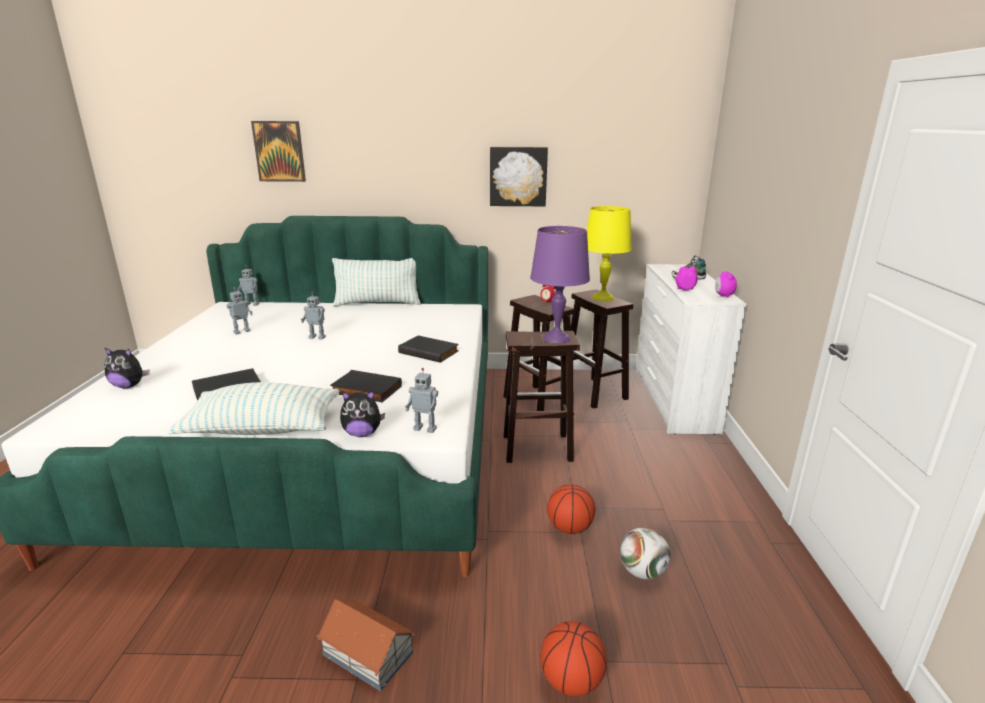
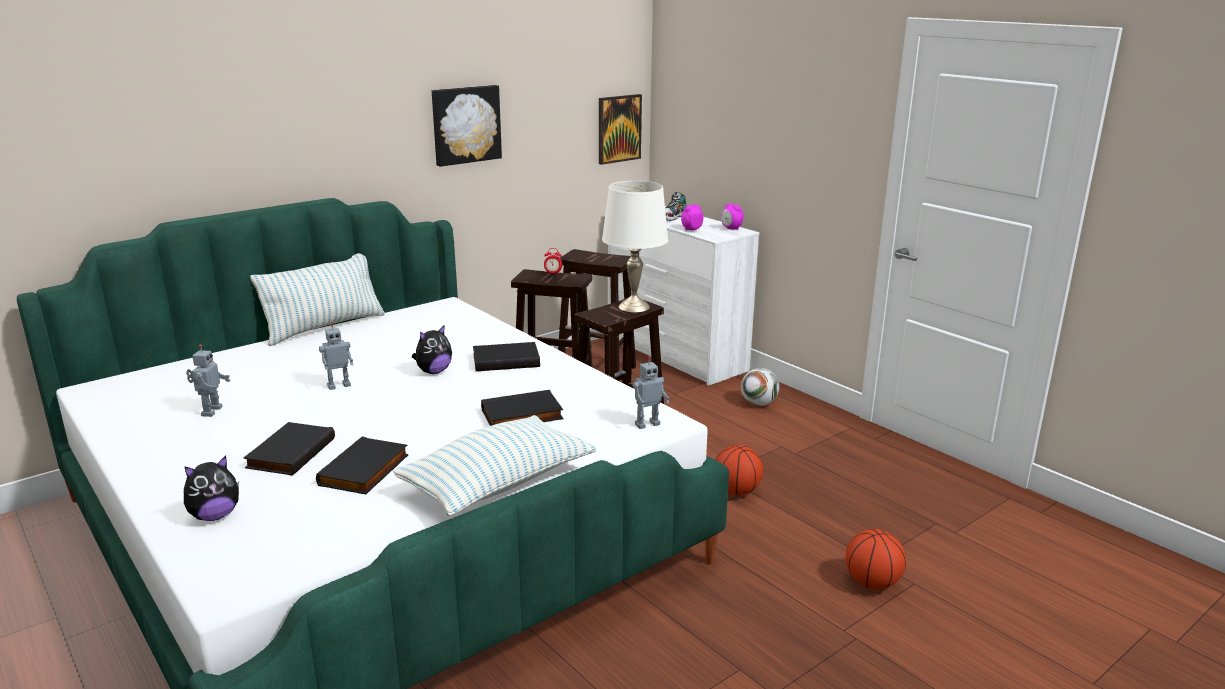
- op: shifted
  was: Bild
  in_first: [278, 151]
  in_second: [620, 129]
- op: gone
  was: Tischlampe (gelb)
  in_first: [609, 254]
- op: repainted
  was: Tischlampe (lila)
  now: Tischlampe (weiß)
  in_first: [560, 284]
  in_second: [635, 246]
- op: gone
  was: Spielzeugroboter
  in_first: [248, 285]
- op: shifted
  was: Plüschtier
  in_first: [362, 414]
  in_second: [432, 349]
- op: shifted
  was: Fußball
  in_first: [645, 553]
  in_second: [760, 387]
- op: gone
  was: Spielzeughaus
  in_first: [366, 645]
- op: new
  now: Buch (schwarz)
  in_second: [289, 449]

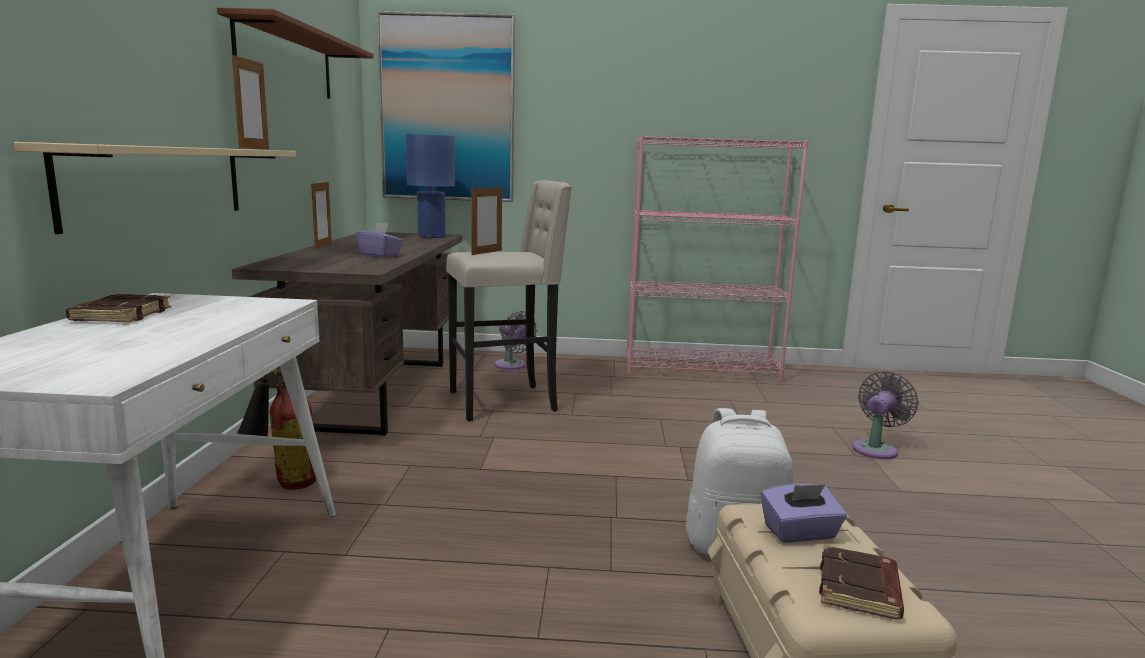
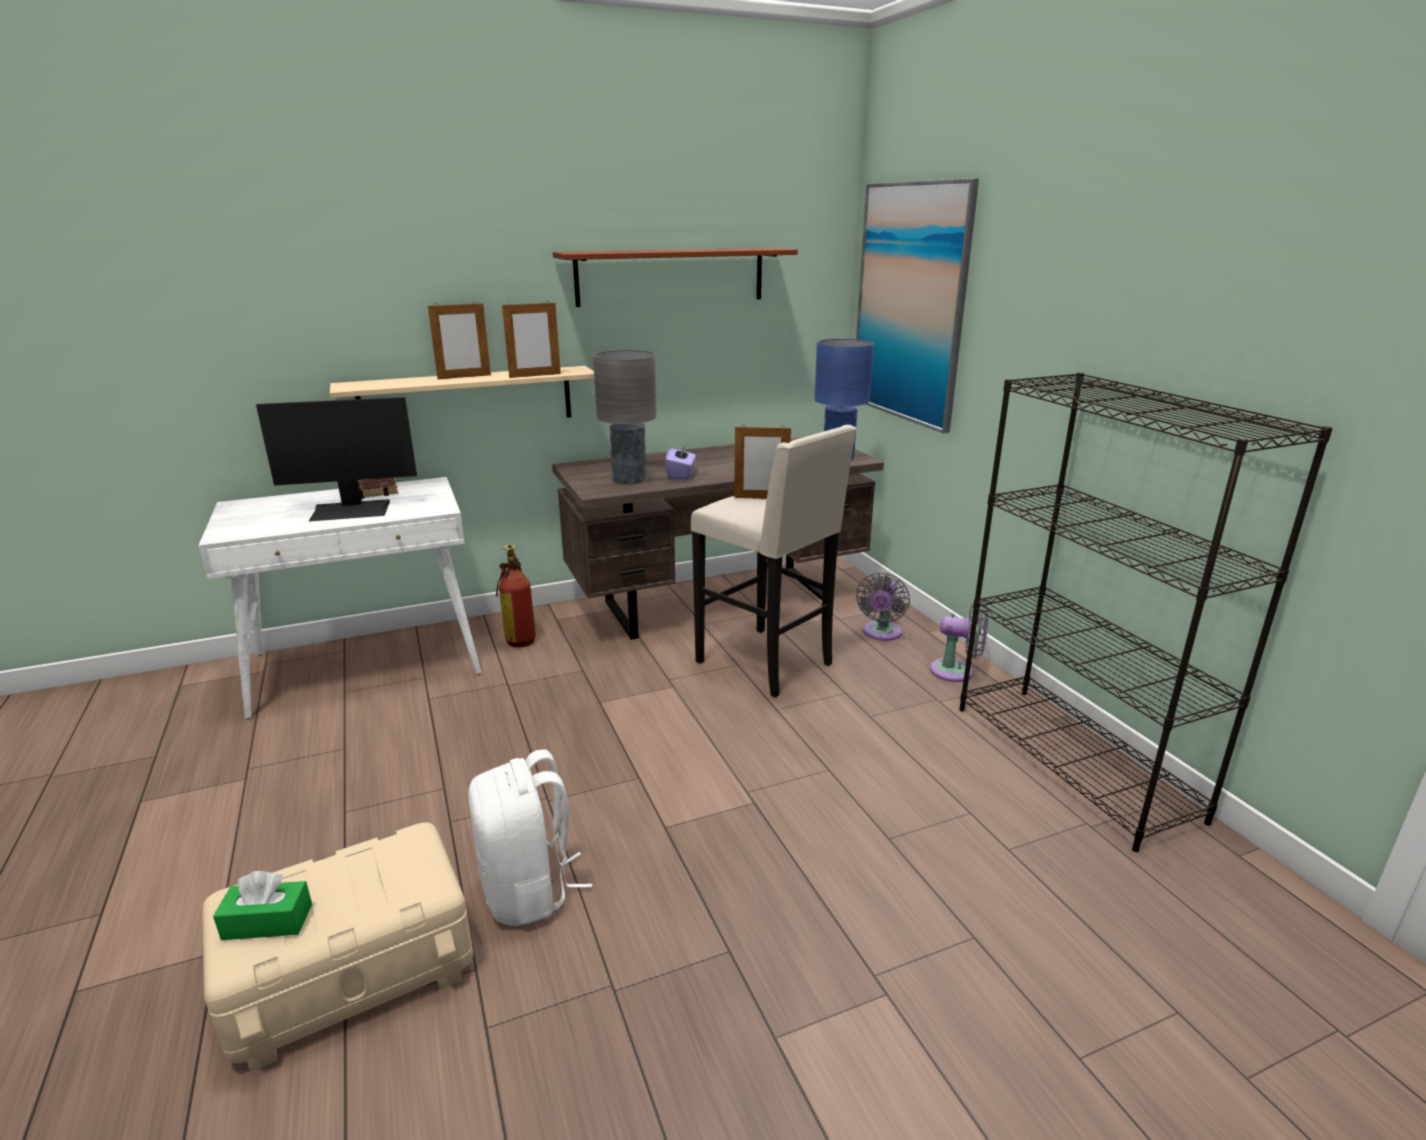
- op: repainted
  was: Bücherregal (rosa)
  now: Bücherregal (schwarz)
  in_first: [717, 258]
  in_second: [1146, 612]
- op: shifted
  was: Bilderrahmen
  in_first: [321, 214]
  in_second: [459, 340]
- op: shifted
  was: Ventilator (grau)
  in_first: [885, 415]
  in_second: [959, 642]
- op: gone
  was: Taschentuchbox (lila)
  in_first: [804, 513]
- op: swapped
  was: Buch (braun)
  now: Taschentuchbox (grün)
  in_first: [861, 582]
  in_second: [262, 905]
- op: new
  now: Tischlampe (grau)
  in_second: [624, 417]
- op: new
  now: Monitor
  in_second: [336, 459]

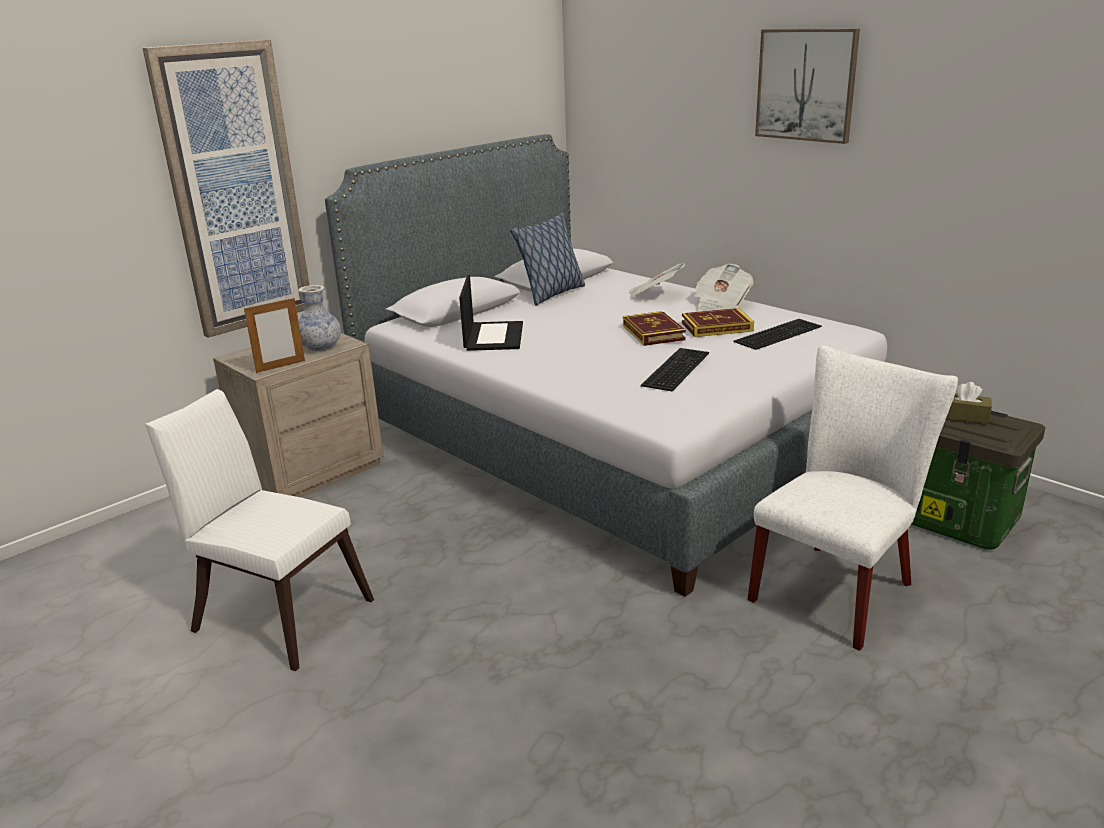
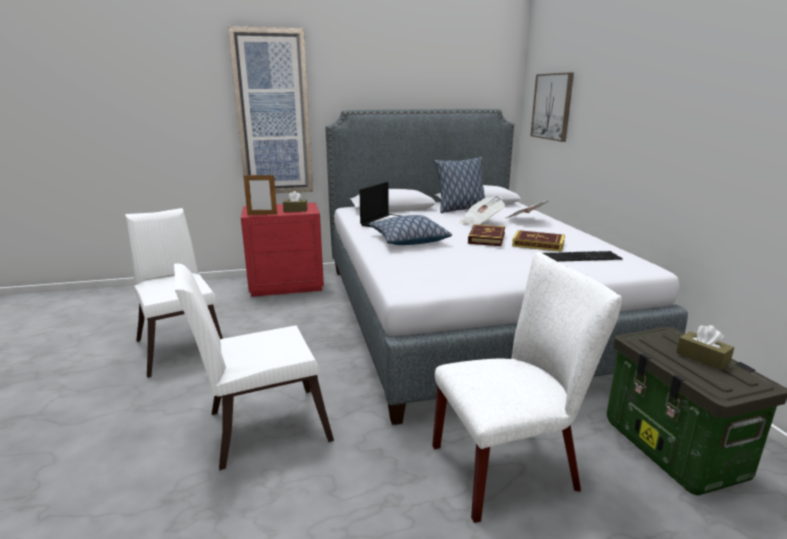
- op: shifted
  was: Bild
  in_first: [807, 86]
  in_second: [552, 107]
- op: shifted
  was: Zeitung
  in_first: [724, 288]
  in_second: [482, 210]
- op: swapped
  was: Vase
  now: Taschentuchbox (braun)
  in_first: [319, 318]
  in_second: [295, 201]
- op: repainted
  was: Nachttisch (beige)
  now: Nachttisch (rot)
  in_first: [298, 415]
  in_second: [282, 250]
- op: gone
  was: Tastatur
  in_first: [675, 369]
- op: new
  now: Kissen
  in_second: [410, 230]
- op: new
  now: Stuhl (weiß)
  in_second: [254, 367]

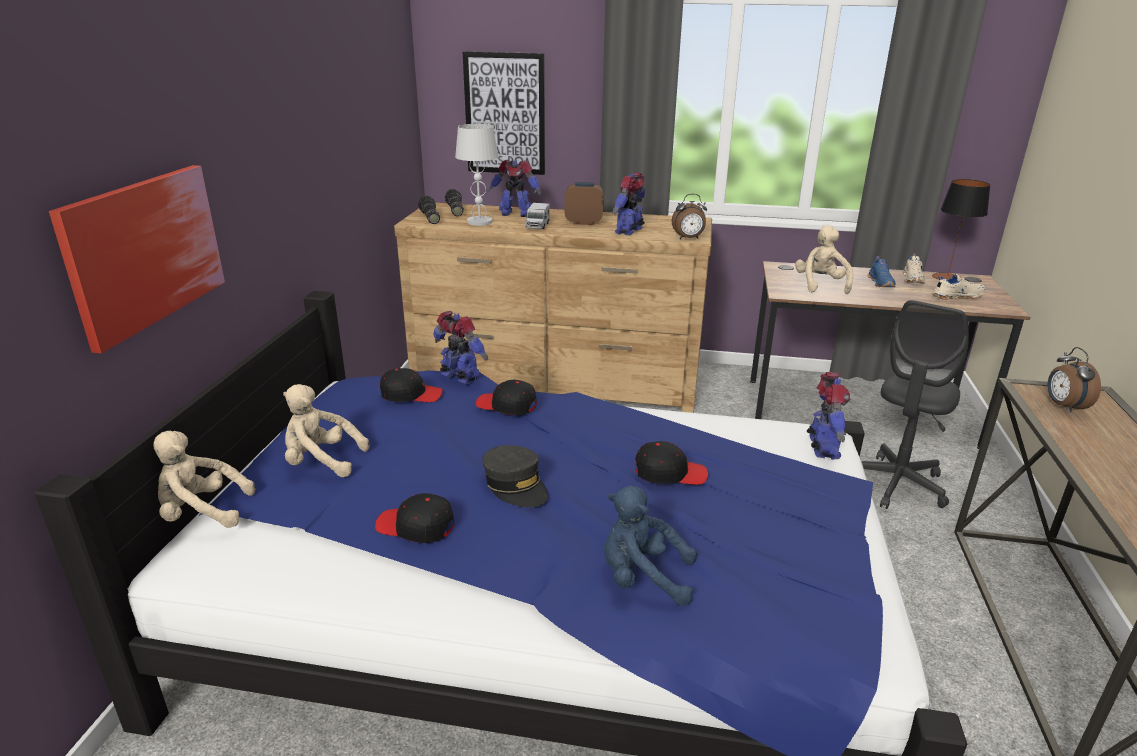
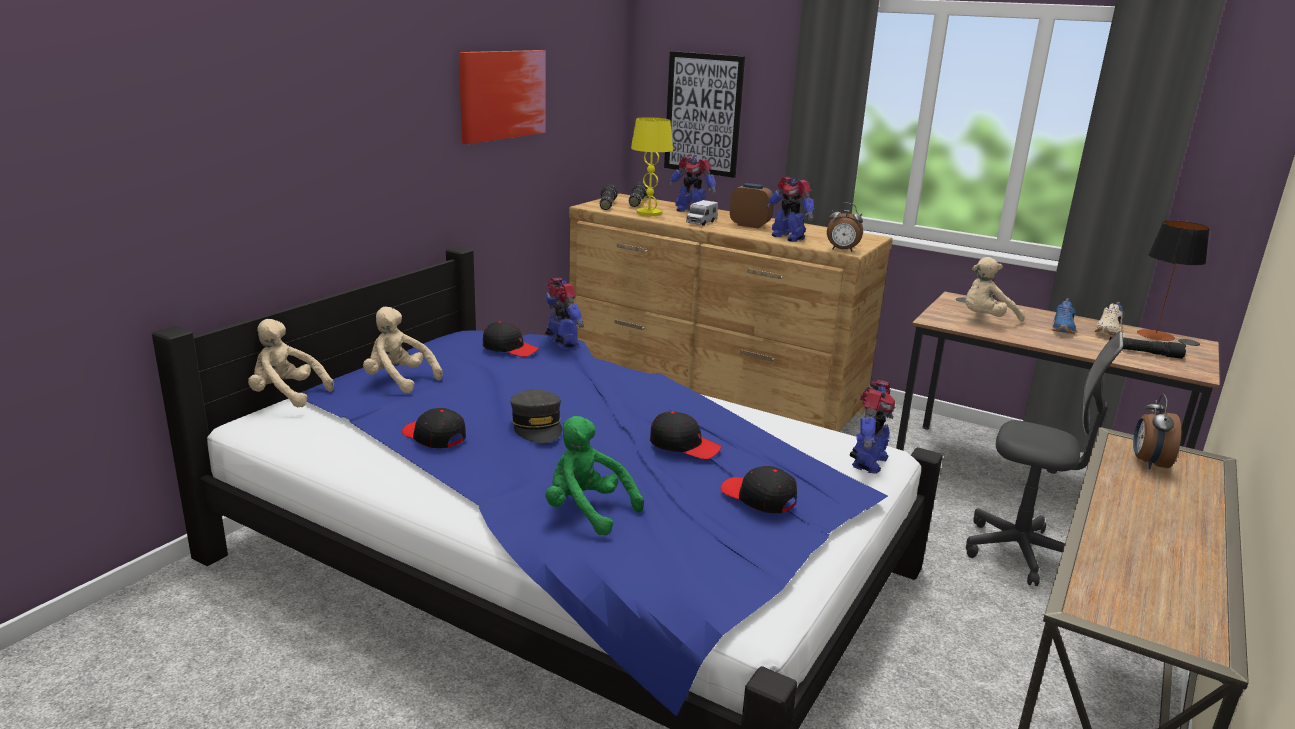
- op: repainted
  was: Tischlampe (weiß)
  now: Tischlampe (gelb)
  in_first: [476, 175]
  in_second: [652, 166]
- op: shifted
  was: Bild
  in_first: [137, 259]
  in_second: [502, 97]
- op: rotated
  was: Spielzeugroboter
  in_first: [628, 204]
  in_second: [789, 209]
  clockwise: -90
- op: rotated
  was: Plüschtier (beige)
  in_first: [824, 259]
  in_second: [995, 289]
  clockwise: -135
- op: swapped
  was: Schuh (beige)
  now: Taschenlampe (schwarz)
  in_first: [958, 287]
  in_second: [1147, 348]
- op: rotated
  was: Bürostuhl (grau)
  in_first: [915, 404]
  in_second: [1044, 459]
  clockwise: -120
- op: shifted
  was: Kappe (schwarz)
  in_first: [506, 397]
  in_second: [759, 489]
- op: repainted
  was: Plüschtier (blau)
  now: Plüschtier (grün)
  in_first: [650, 546]
  in_second: [595, 476]

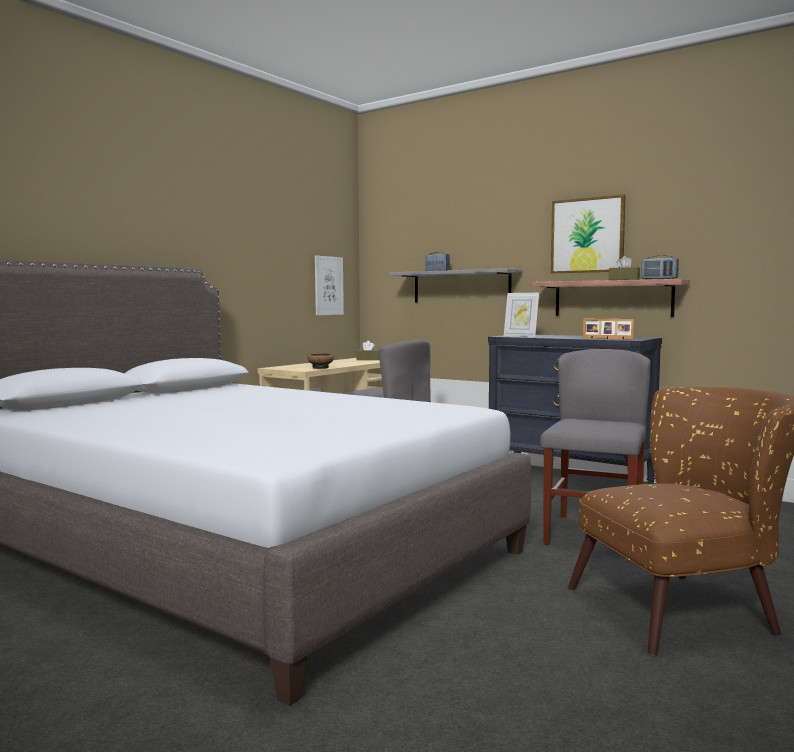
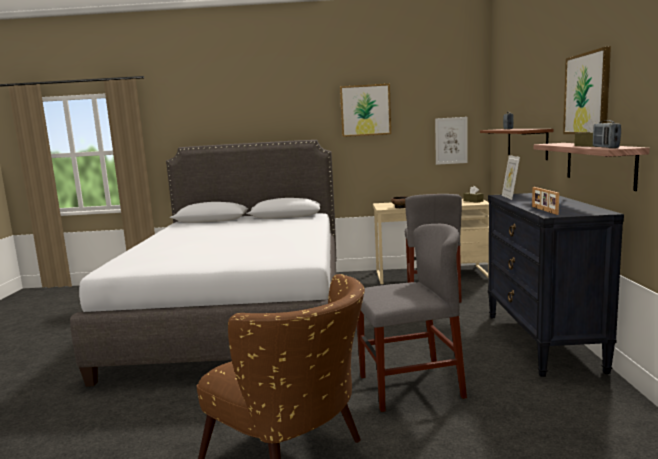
- op: repainted
  was: Wandregal (grau)
  now: Wandregal (braun)
  in_first: [455, 285]
  in_second: [517, 144]
- op: new
  now: Bild
  in_second: [365, 110]

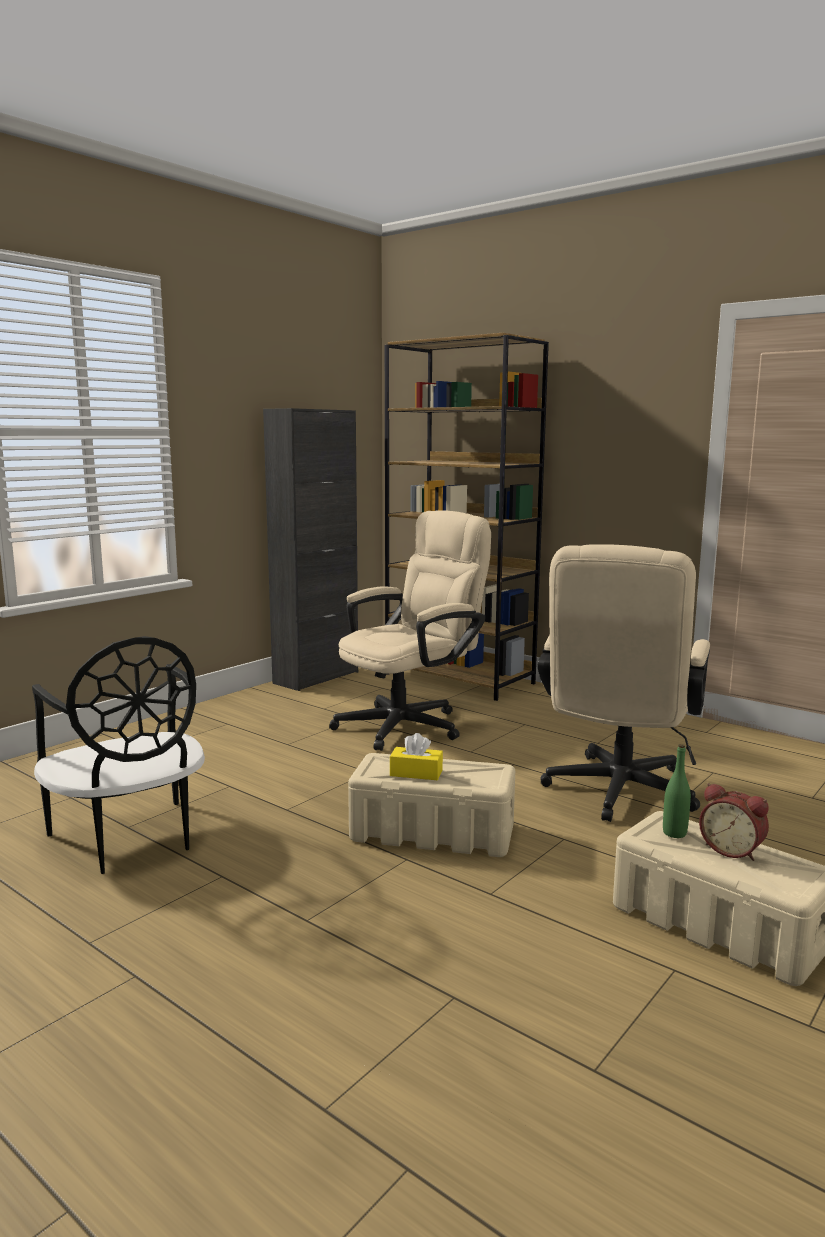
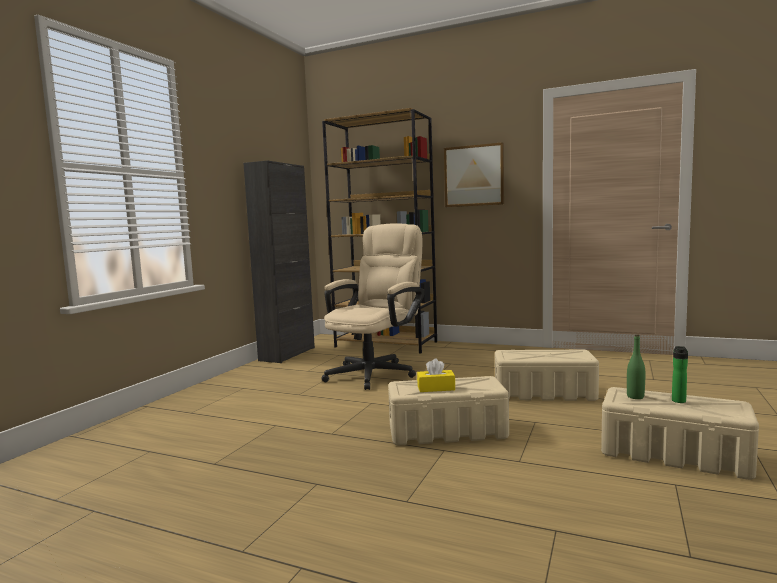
- op: swapped
  was: Bürostuhl (beige)
  now: Aufbewahrungsbox (beige)
  in_first: [624, 683]
  in_second: [547, 375]
- op: gone
  was: Stuhl (schwarz)
  in_first: [118, 755]
- op: swapped
  was: Wecker
  now: Flasche
  in_first: [734, 822]
  in_second: [680, 374]
- op: new
  now: Bild
  in_second: [474, 174]

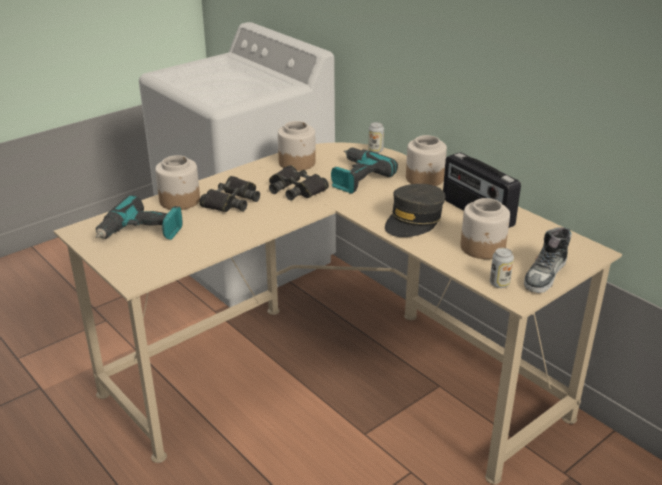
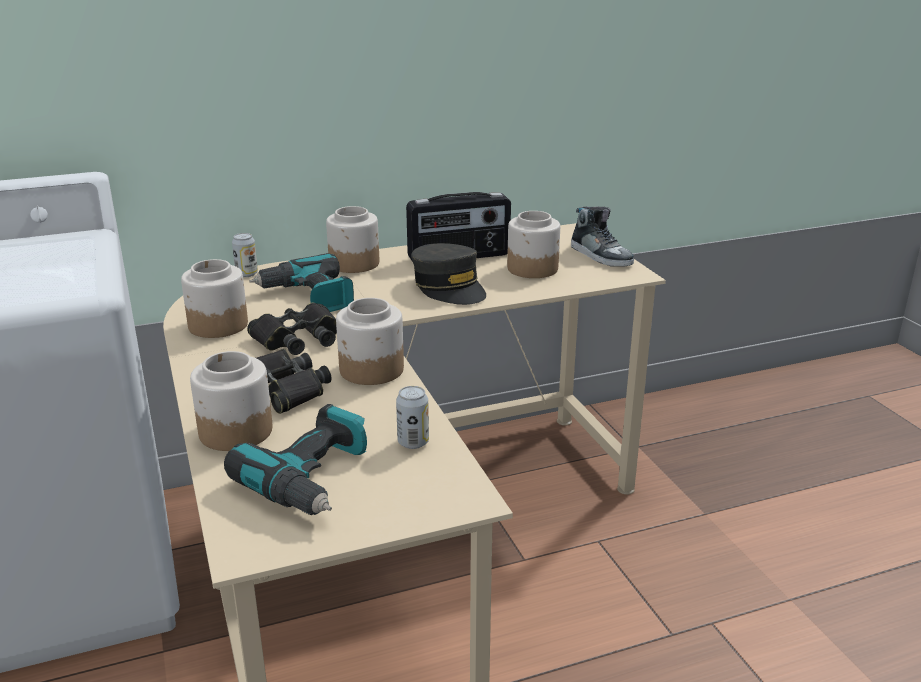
- op: shifted
  was: Dose
  in_first: [502, 268]
  in_second: [412, 417]
- op: new
  now: Vorratsglas
  in_second: [370, 341]

